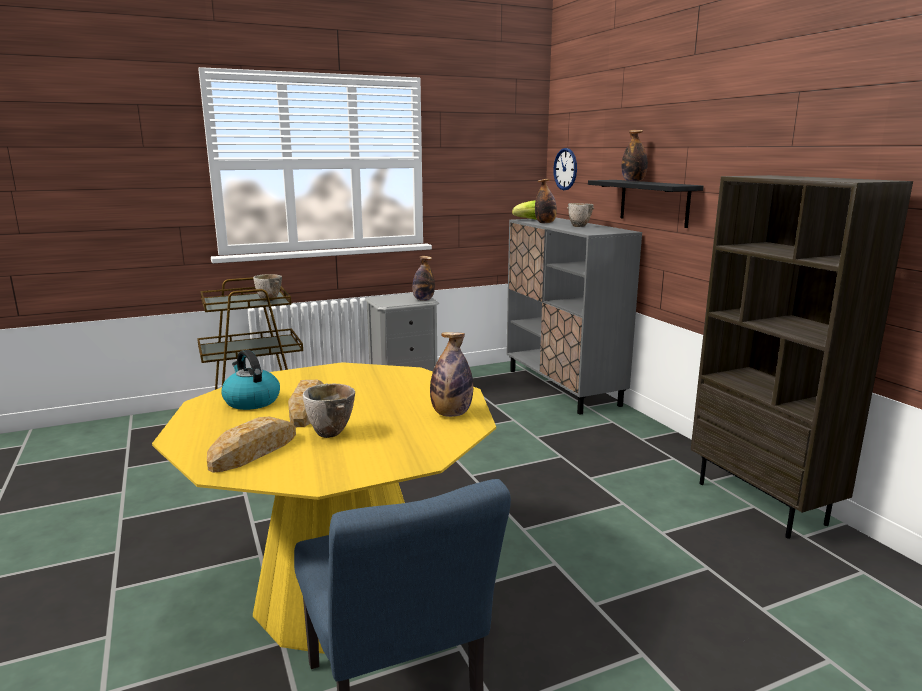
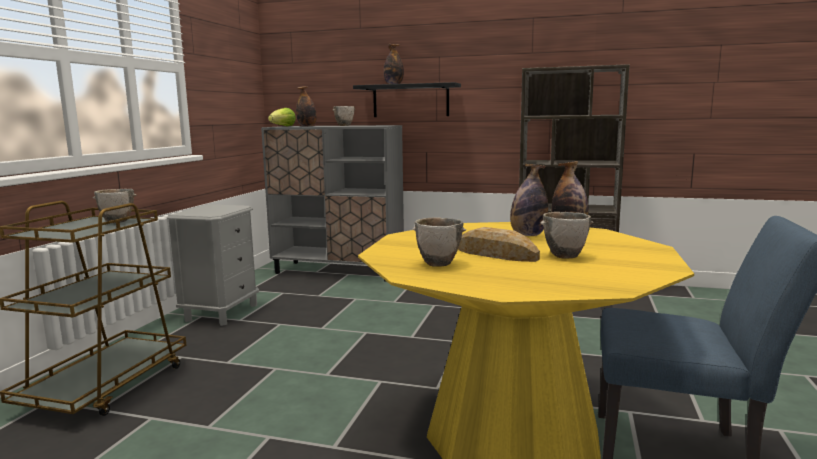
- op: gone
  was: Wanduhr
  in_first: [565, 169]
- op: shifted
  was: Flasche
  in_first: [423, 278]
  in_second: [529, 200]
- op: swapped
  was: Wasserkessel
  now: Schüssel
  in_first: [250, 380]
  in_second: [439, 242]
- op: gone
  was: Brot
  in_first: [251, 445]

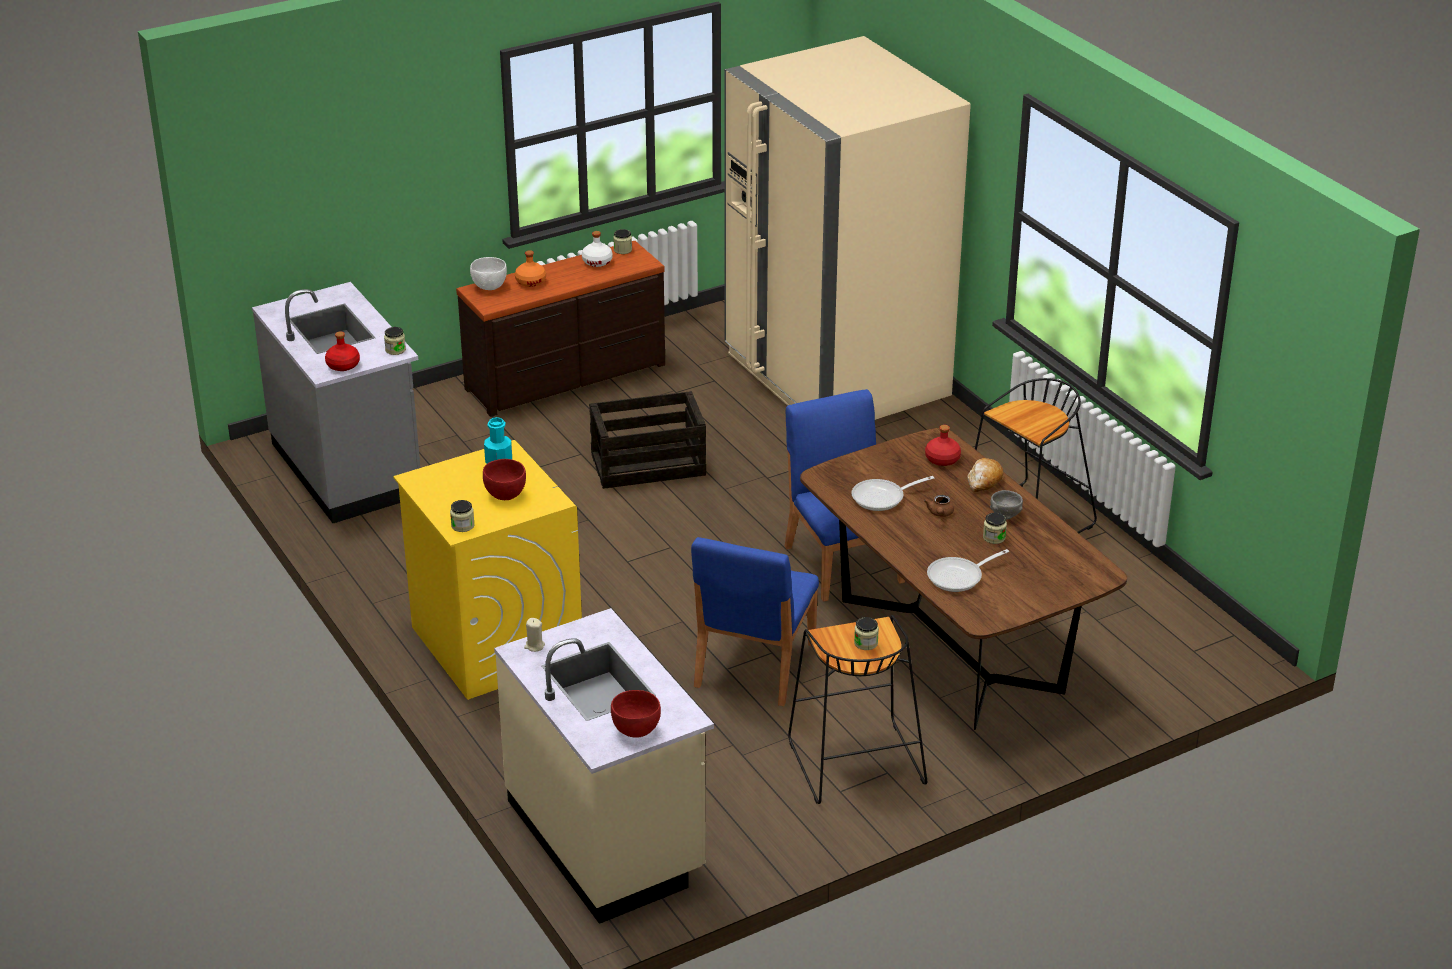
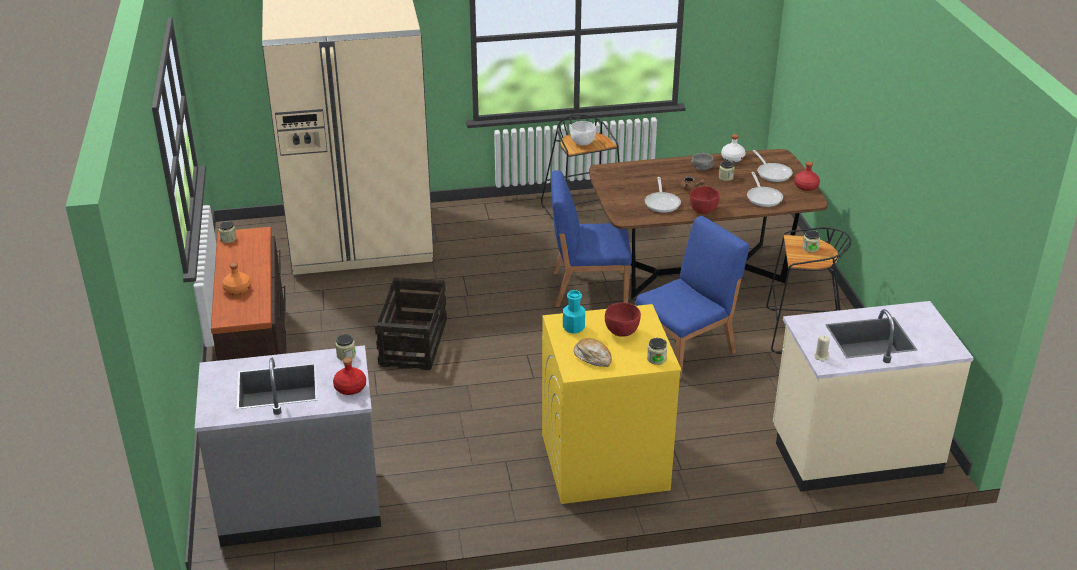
- op: shifted
  was: Flasche (weiß)
  in_first: [597, 249]
  in_second: [733, 148]
- op: shifted
  was: Schüssel (weiß)
  in_first: [488, 273]
  in_second: [583, 133]
- op: shifted
  was: Flasche (rot)
  in_first: [943, 445]
  in_second: [807, 176]
- op: shifted
  was: Brot
  in_first: [985, 475]
  in_second: [593, 352]
- op: rotated
  was: Stuhl (blau)
  in_first: [755, 621]
  in_second: [692, 297]
  clockwise: -75
- op: shifted
  was: Schüssel (rot)
  in_first: [636, 714]
  in_second: [704, 200]
- op: new
  now: Pfanne
  in_second: [773, 166]

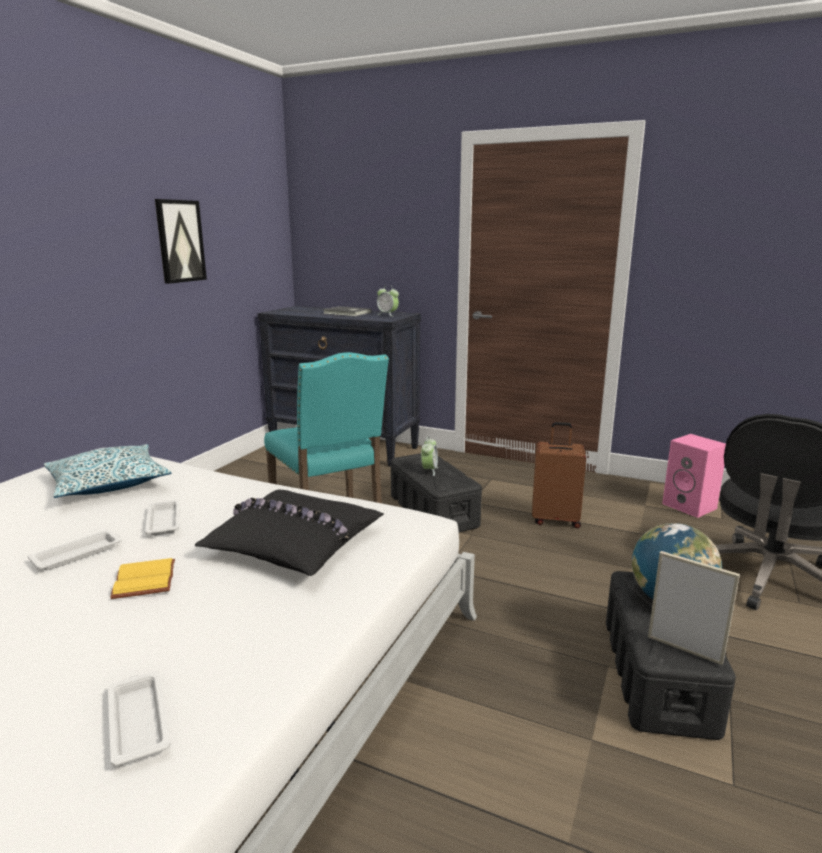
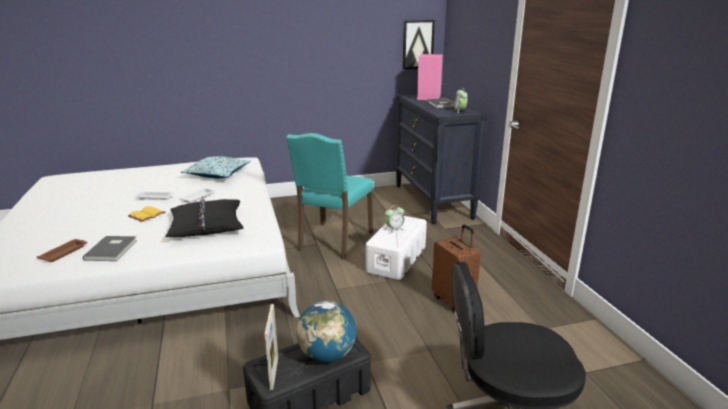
- op: shifted
  was: Bild
  in_first: [181, 241]
  in_second: [418, 44]
- op: shifted
  was: Lautsprecher (rosa)
  in_first: [694, 476]
  in_second: [430, 77]
- op: repainted
  was: Aufbewahrungsbox (schwarz)
  now: Aufbewahrungsbox (weiß)
  in_first: [436, 492]
  in_second: [396, 248]
- op: repainted
  was: Tablett (weiß)
  now: Tablett (braun)
  in_first: [139, 719]
  in_second: [62, 250]
- op: new
  now: Buch (grau)
  in_second: [110, 248]

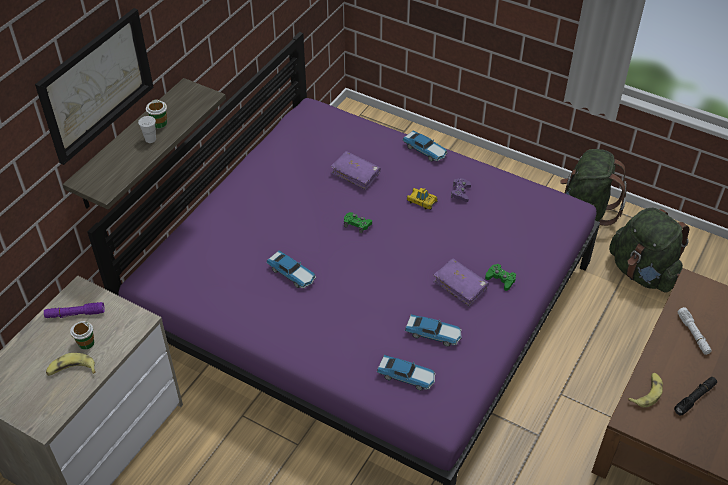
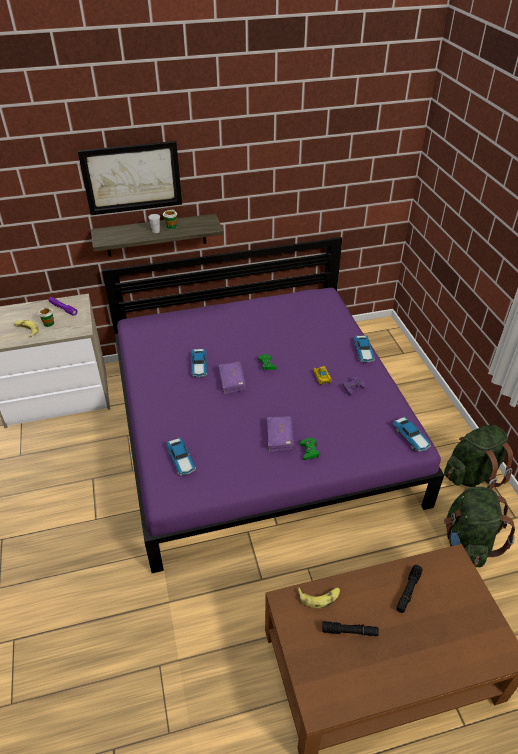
- op: shifted
  was: Buch (lila)
  in_first: [356, 171]
  in_second: [232, 378]
- op: repainted
  was: Taschenlampe (weiß)
  now: Taschenlampe (schwarz)
  in_first: [695, 331]
  in_second: [409, 589]
- op: shifted
  was: Spielzeugauto
  in_first: [433, 330]
  in_second: [412, 434]

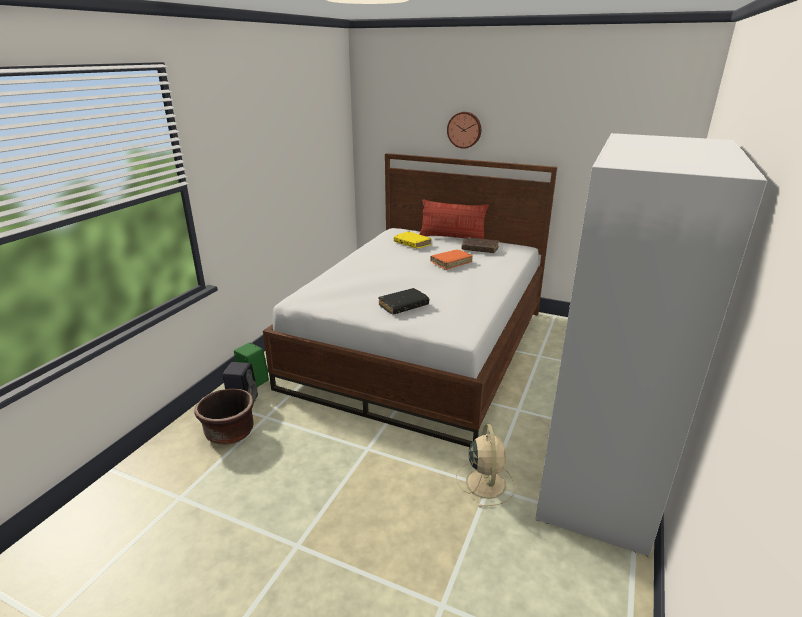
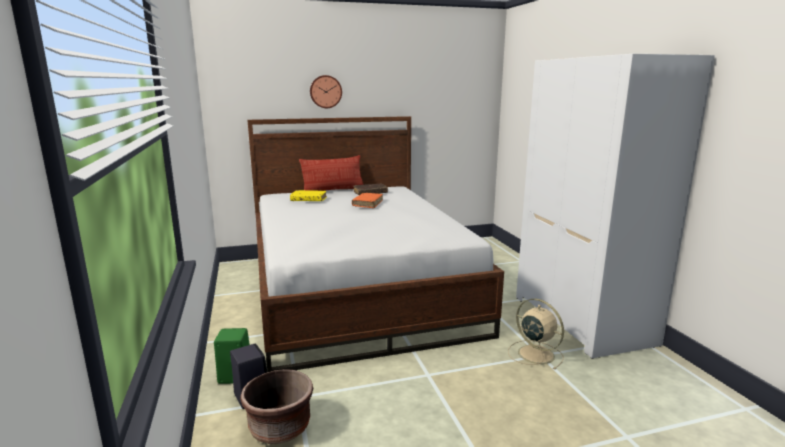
- op: gone
  was: Buch (schwarz)
  in_first: [403, 301]

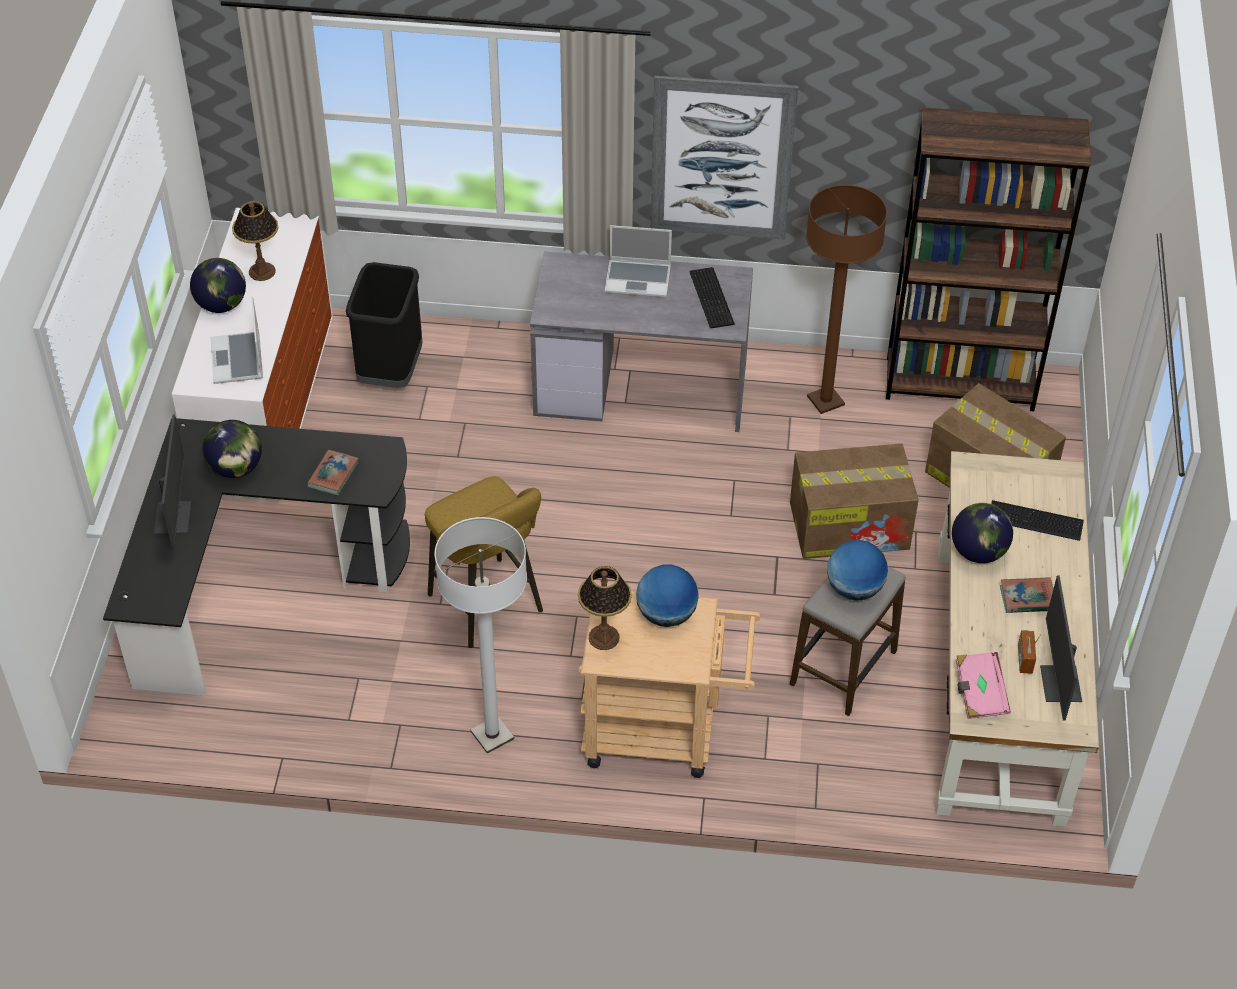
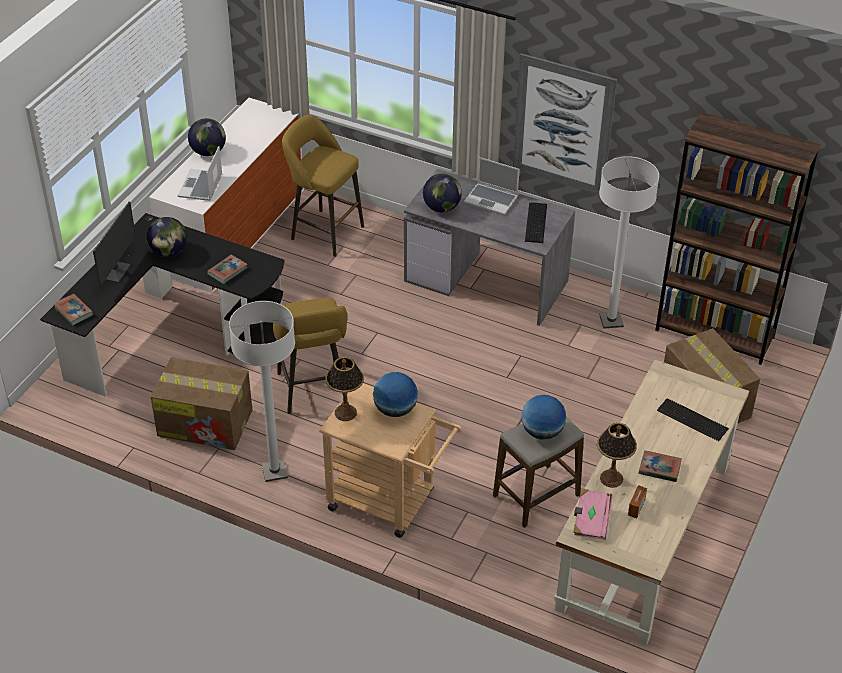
- op: repainted
  was: Stehlampe (braun)
  now: Stehlampe (weiß)
  in_first: [846, 299]
  in_second: [629, 242]
- op: shifted
  was: Tischlampe
  in_first: [255, 241]
  in_second: [617, 455]
- op: swapped
  was: Mülleimer (schwarz)
  now: Hocker (gelb)
  in_first: [384, 325]
  in_second: [323, 186]
- op: shifted
  was: Karton
  in_first: [854, 501]
  in_second: [201, 403]
- op: shifted
  was: Globus
  in_first: [982, 533]
  in_second: [442, 193]
- op: gone
  was: Monitor
  in_first: [1061, 648]
- op: new
  now: Buch
  in_second: [74, 310]

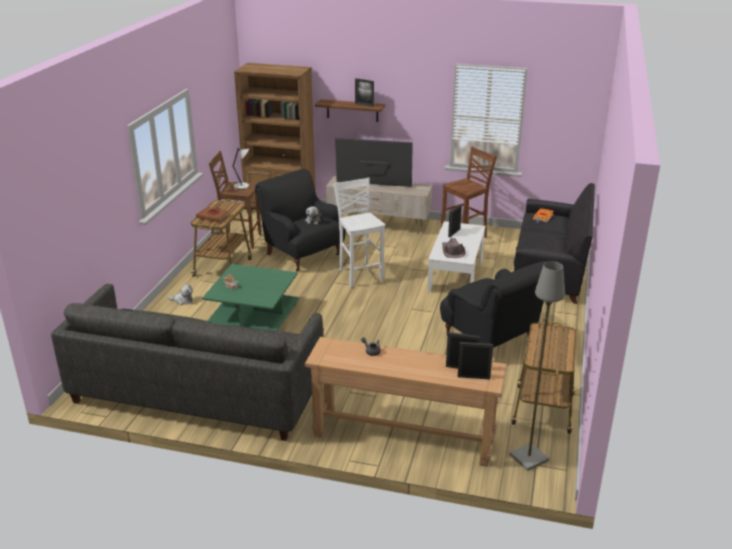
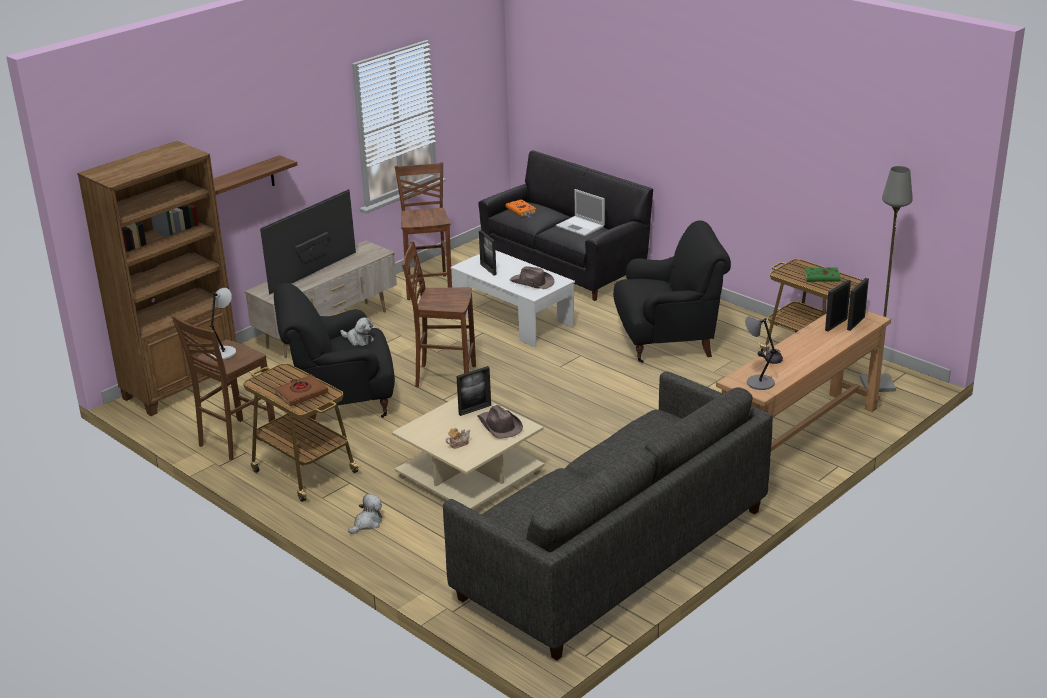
- op: shifted
  was: Bilderrahmen
  in_first: [364, 92]
  in_second: [474, 391]
- op: repainted
  was: Hocker (weiß)
  now: Hocker (braun)
  in_first: [359, 232]
  in_second: [439, 314]
- op: repainted
  was: Couchtisch (grün)
  now: Couchtisch (beige)
  in_first: [250, 297]
  in_second: [468, 453]
- op: new
  now: Laptop
  in_second: [580, 212]
- op: new
  now: Buch (grün)
  in_second: [825, 274]
- op: new
  now: Tischlampe (grau)
  in_second: [760, 353]
- op: new
  now: Hut (braun)
  in_second: [500, 422]

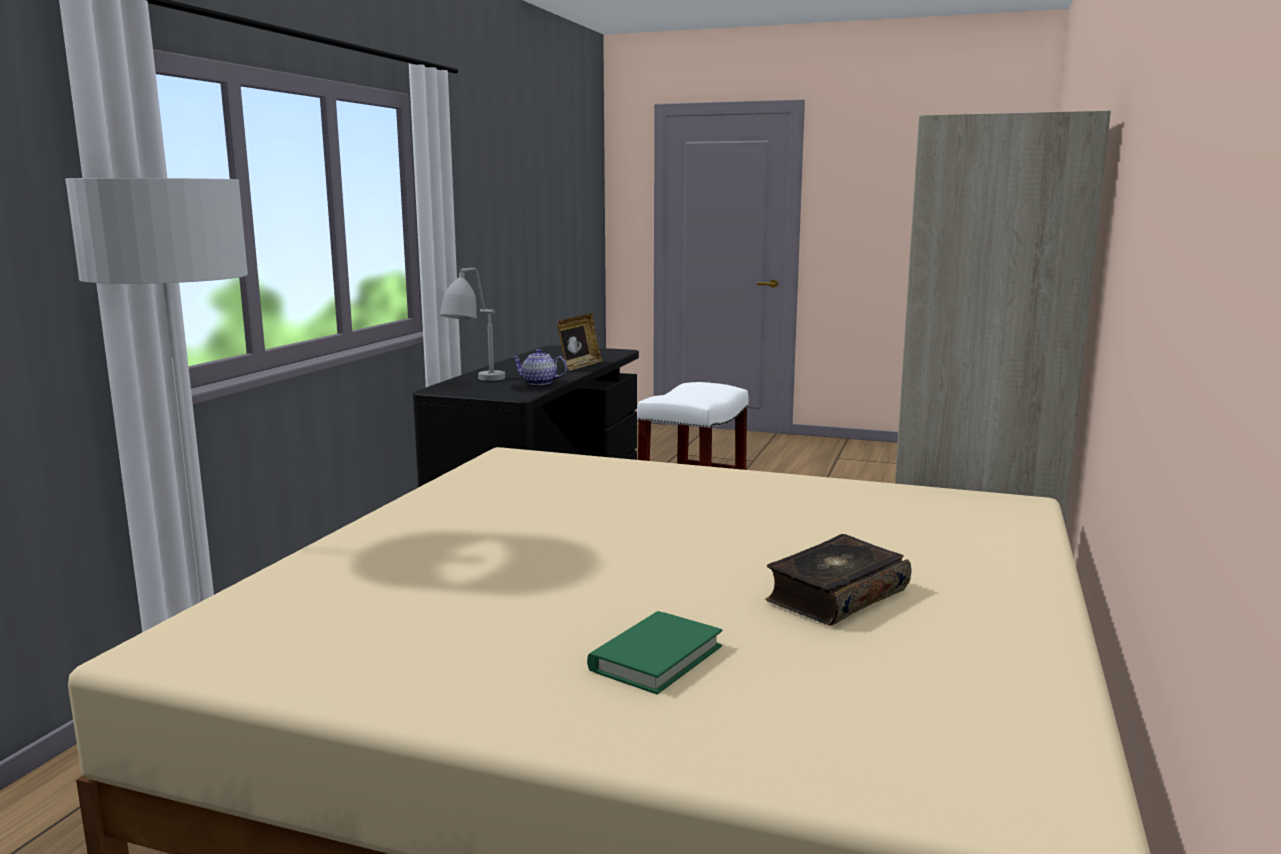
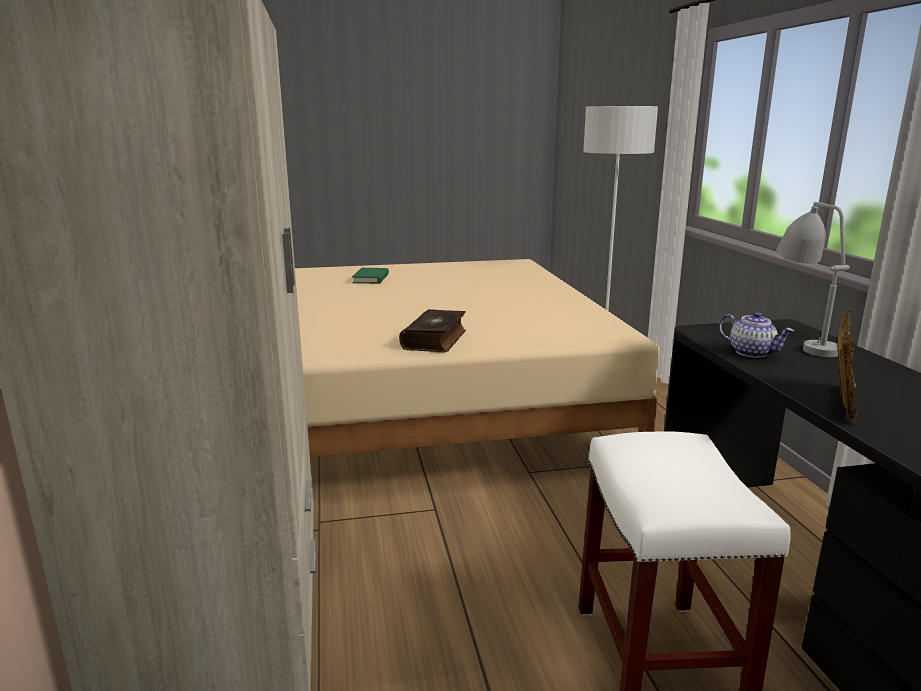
- op: rotated
  was: Bilderrahmen
  in_first: [580, 342]
  in_second: [848, 366]
  clockwise: -150
- op: rotated
  was: Teekanne
  in_first: [539, 367]
  in_second: [756, 335]
  clockwise: 60
- op: shifted
  was: Buch
  in_first: [838, 580]
  in_second: [432, 330]

